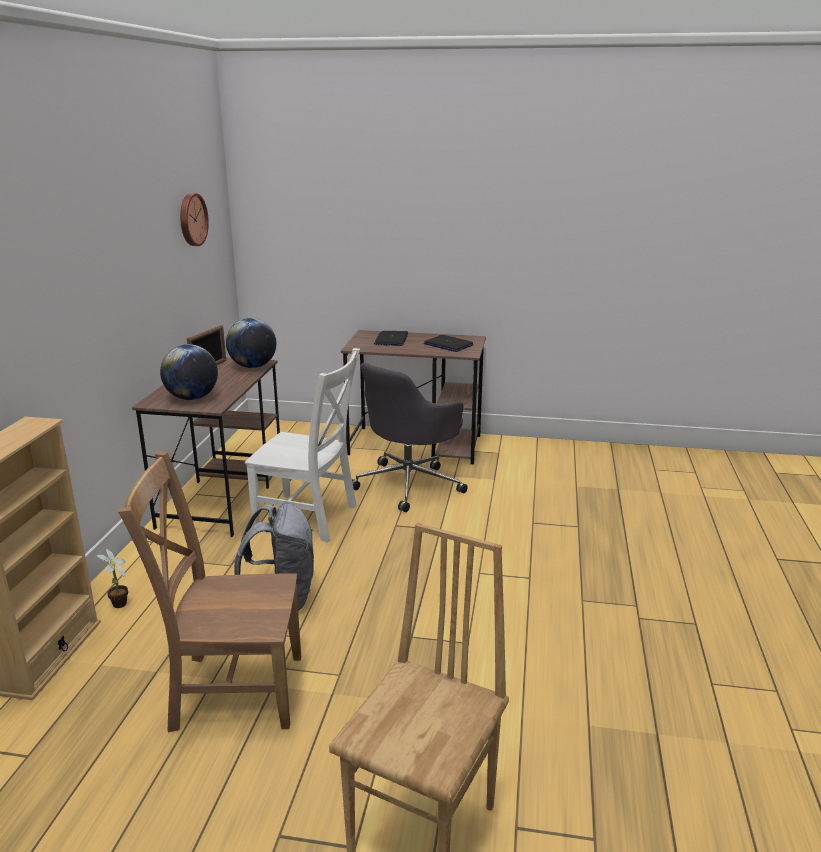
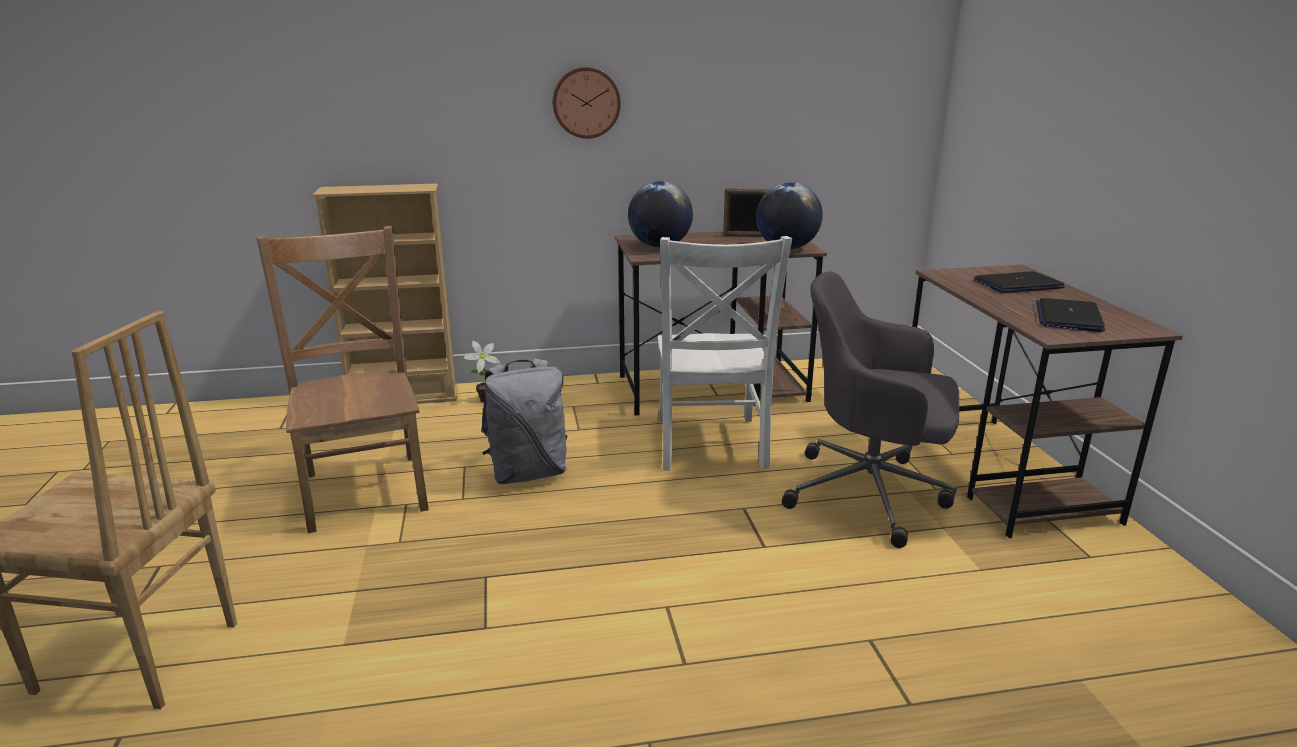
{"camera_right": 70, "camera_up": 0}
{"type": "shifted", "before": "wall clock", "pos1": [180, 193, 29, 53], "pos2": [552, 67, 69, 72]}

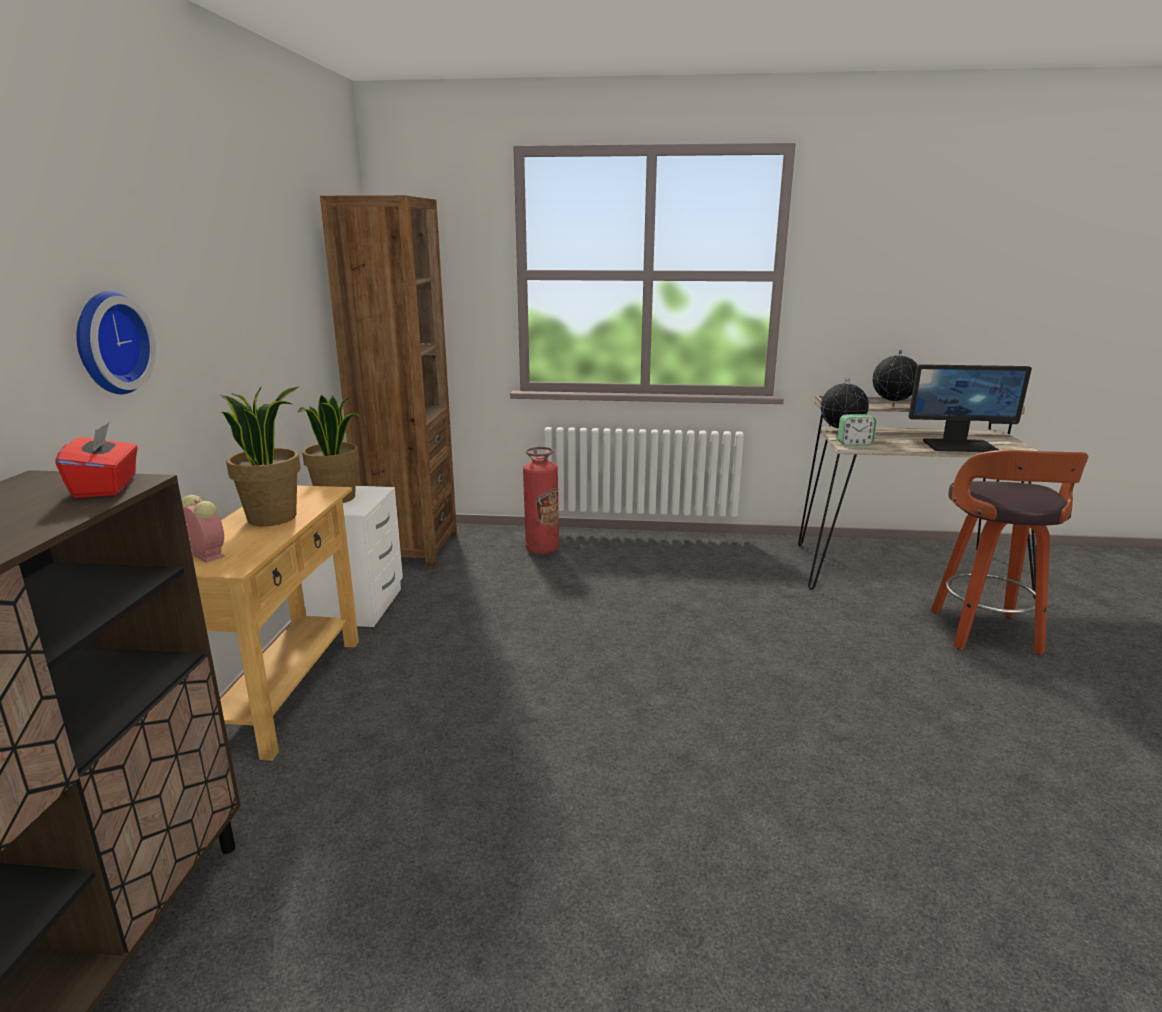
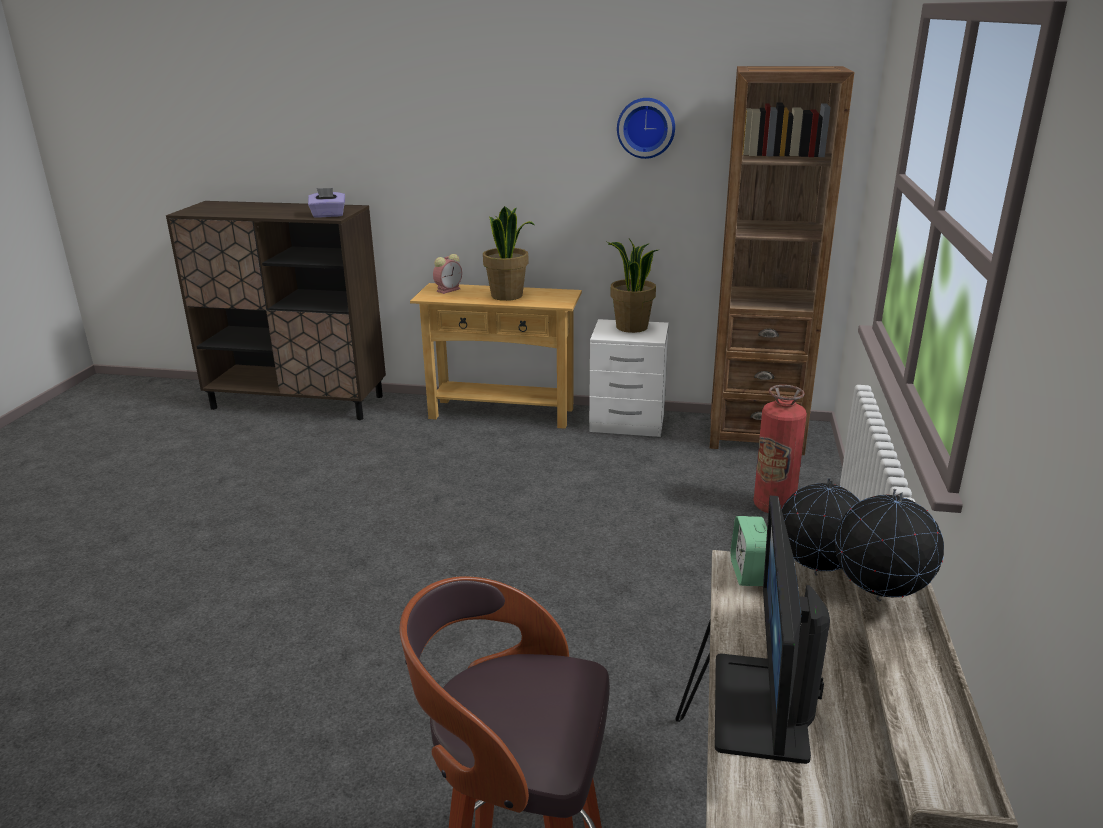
{"camera_right": 95, "camera_up": 5}
{"type": "shifted", "before": "wall clock", "pos1": [76, 291, 80, 103], "pos2": [617, 98, 58, 61]}
{"type": "repainted", "before": "box of tissues in red", "after": "box of tissues in purple", "pos1": [55, 422, 83, 76], "pos2": [308, 188, 37, 30]}

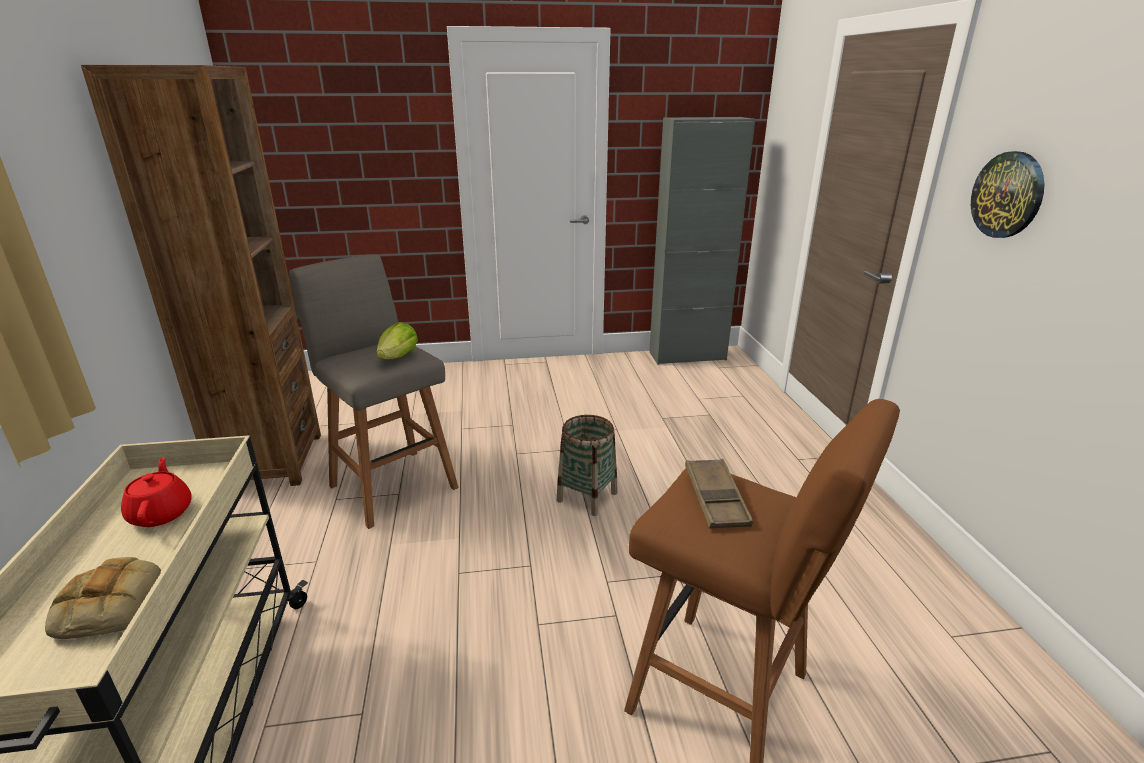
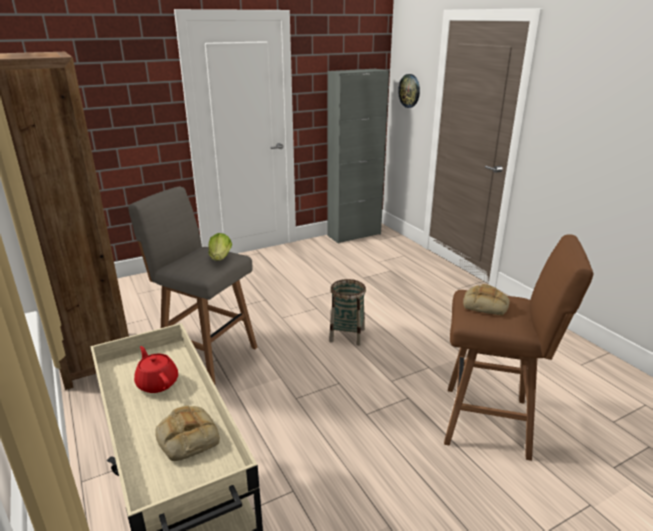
{"camera_right": -20, "camera_up": 0}
{"type": "shifted", "before": "wall clock", "pos1": [971, 151, 73, 87], "pos2": [398, 74, 22, 34]}
{"type": "swapped", "before": "tray in brownish", "after": "baked bread", "pos1": [685, 459, 68, 69], "pos2": [463, 284, 47, 31]}

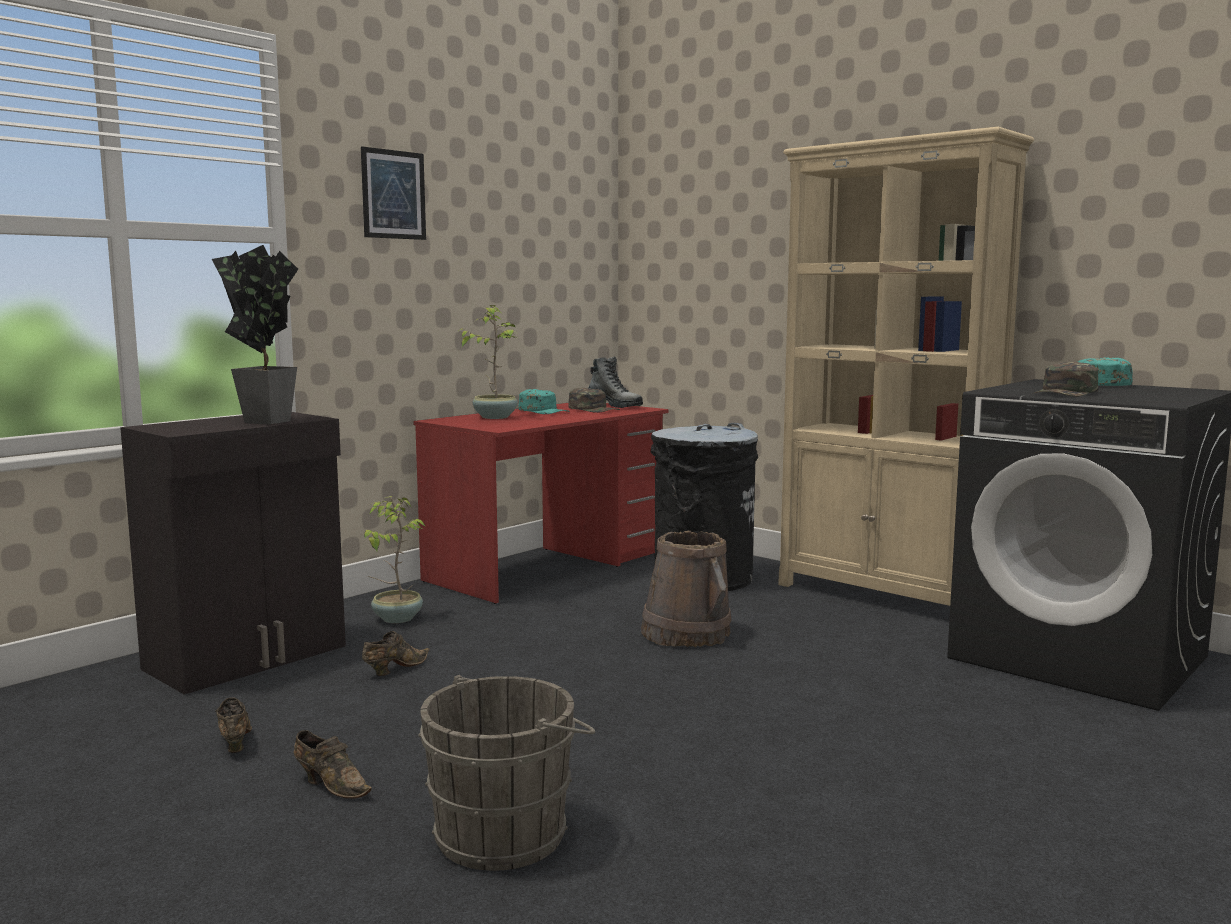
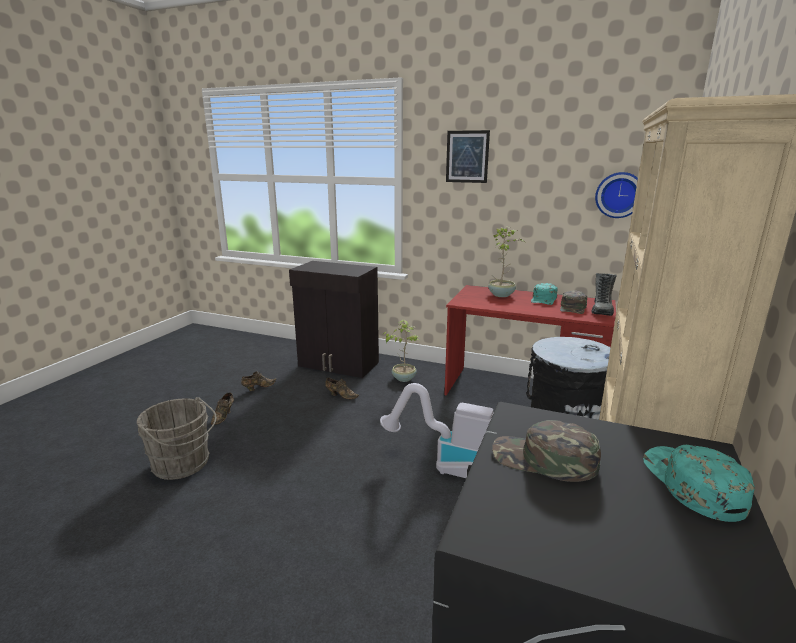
{"camera_right": 70, "camera_up": 10}
{"type": "gone", "before": "potted plant", "pos1": [212, 245, 86, 180]}
{"type": "swapped", "before": "pail in brownish", "after": "vacuum", "pos1": [641, 530, 90, 117], "pos2": [380, 383, 113, 95]}
{"type": "new", "after": "wall clock", "pos2": [595, 172, 43, 46]}

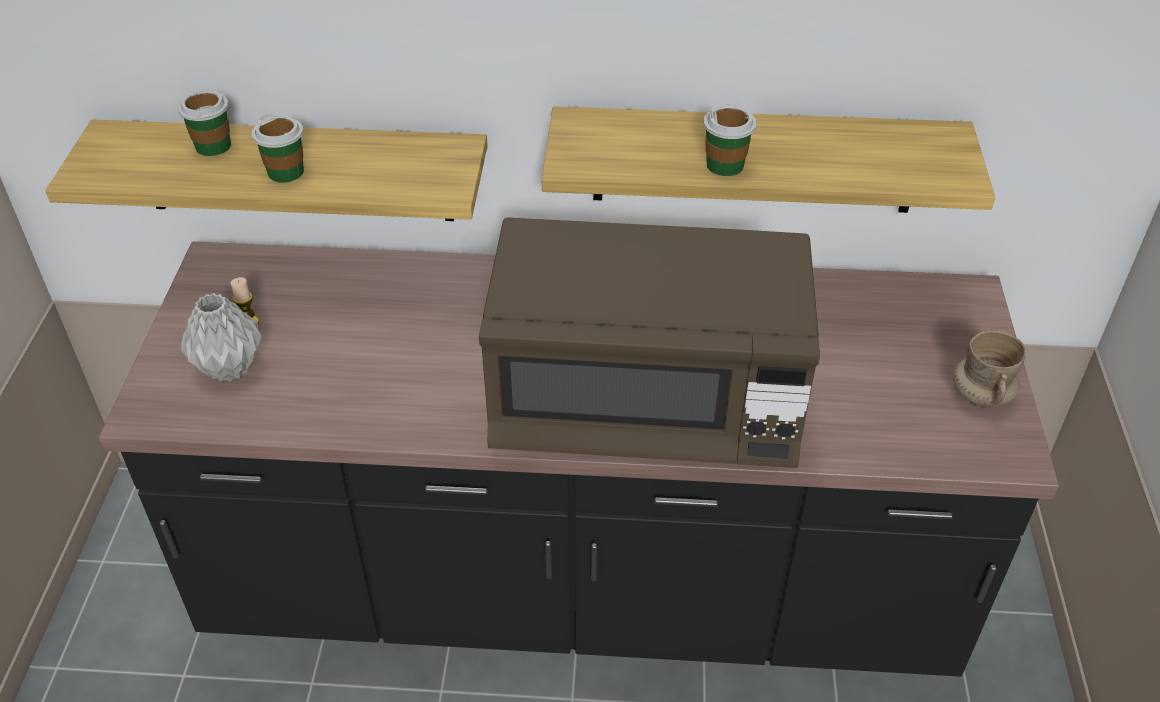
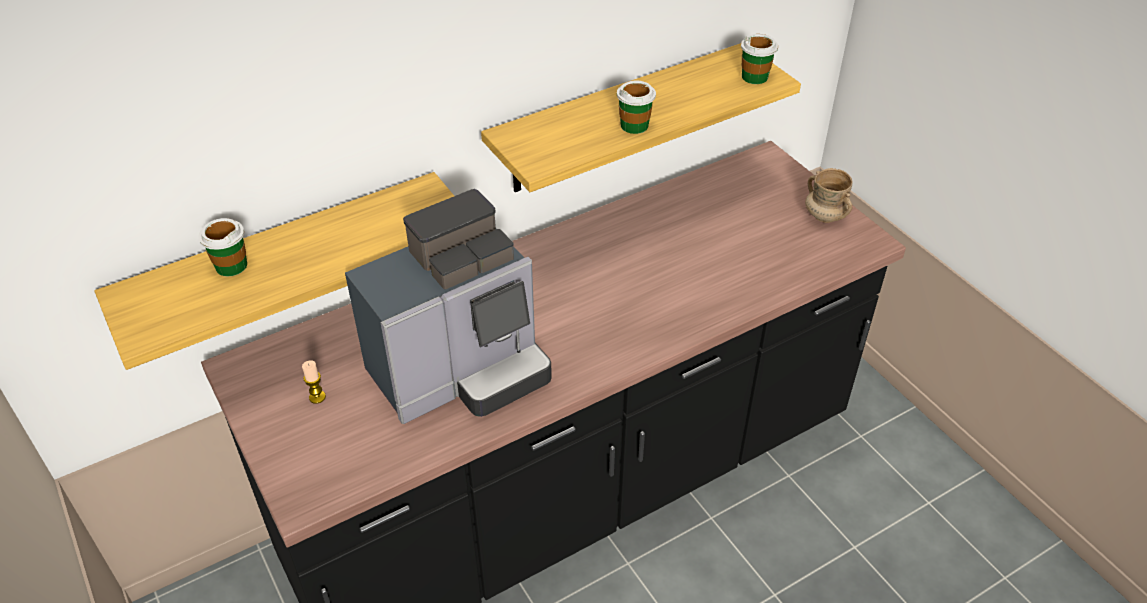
{"camera_right": -35, "camera_up": 0}
{"type": "shifted", "before": "drinking cup", "pos1": [252, 114, 52, 69], "pos2": [741, 34, 37, 50]}
{"type": "gone", "before": "kitchen microwave in brownish", "pos1": [479, 217, 341, 251]}
{"type": "gone", "before": "flower vase in grey", "pos1": [181, 293, 81, 89]}
{"type": "new", "after": "coffee machine", "pos2": [345, 189, 207, 235]}

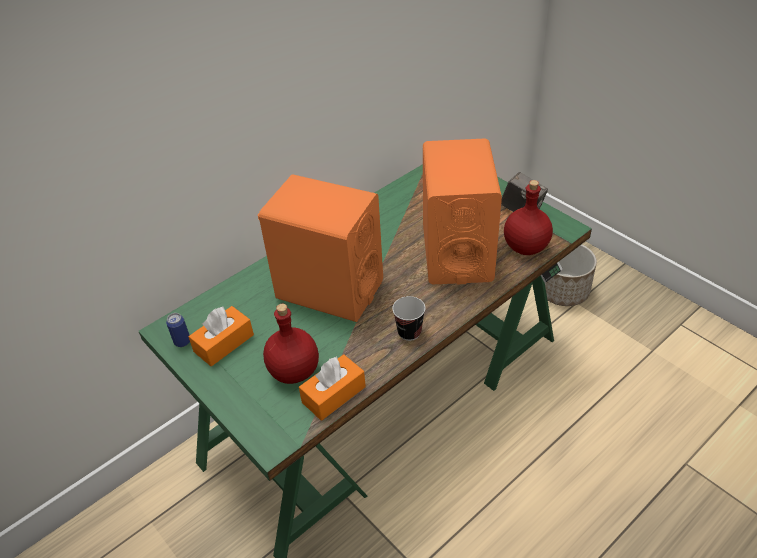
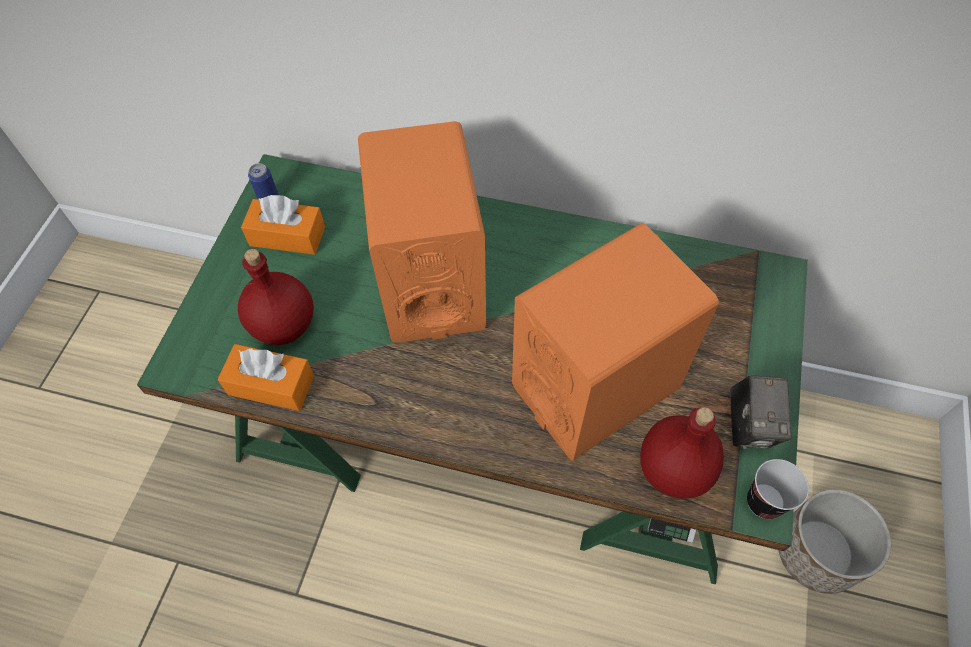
{"camera_right": 55, "camera_up": 15}
{"type": "shifted", "before": "drinking cup", "pos1": [392, 296, 33, 45], "pos2": [747, 459, 62, 60]}

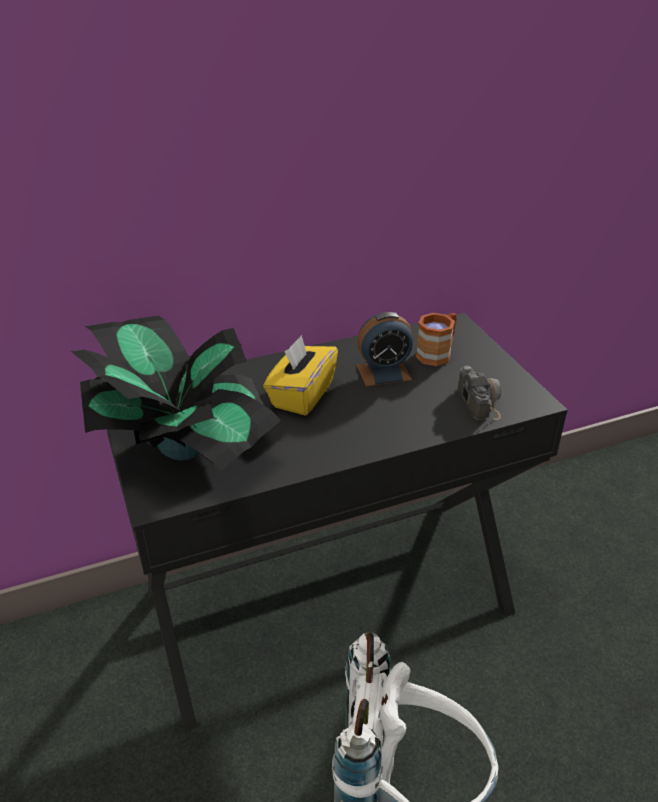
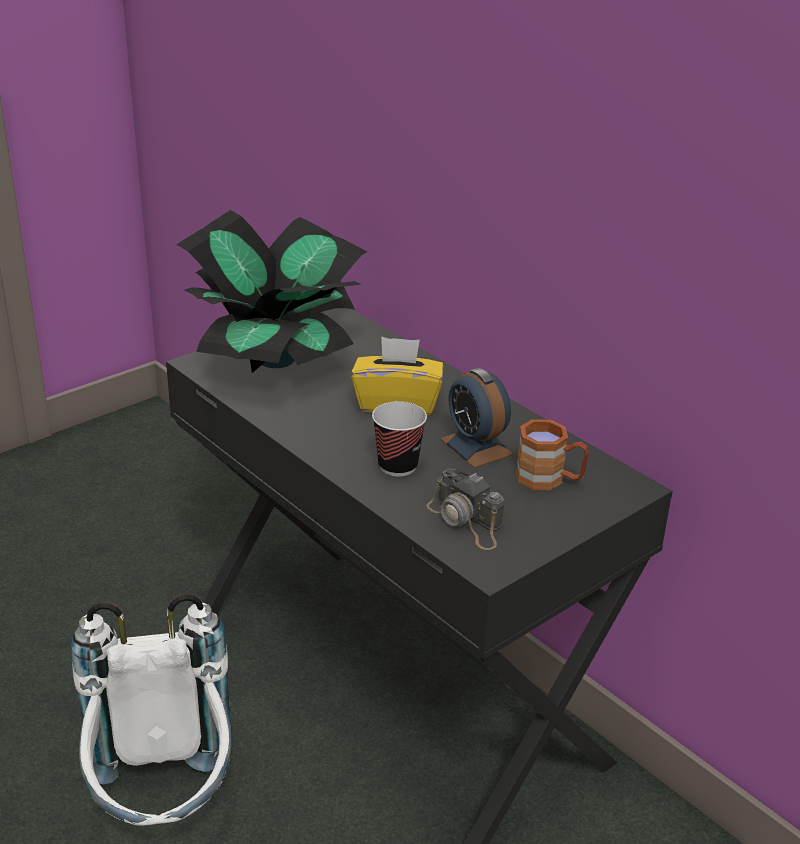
{"camera_right": 70, "camera_up": -5}
{"type": "rotated", "before": "photo camera", "pos1": [457, 366, 44, 55], "pos2": [427, 469, 77, 81], "turn": 75}
{"type": "new", "after": "drinking cup", "pos2": [372, 401, 55, 75]}

